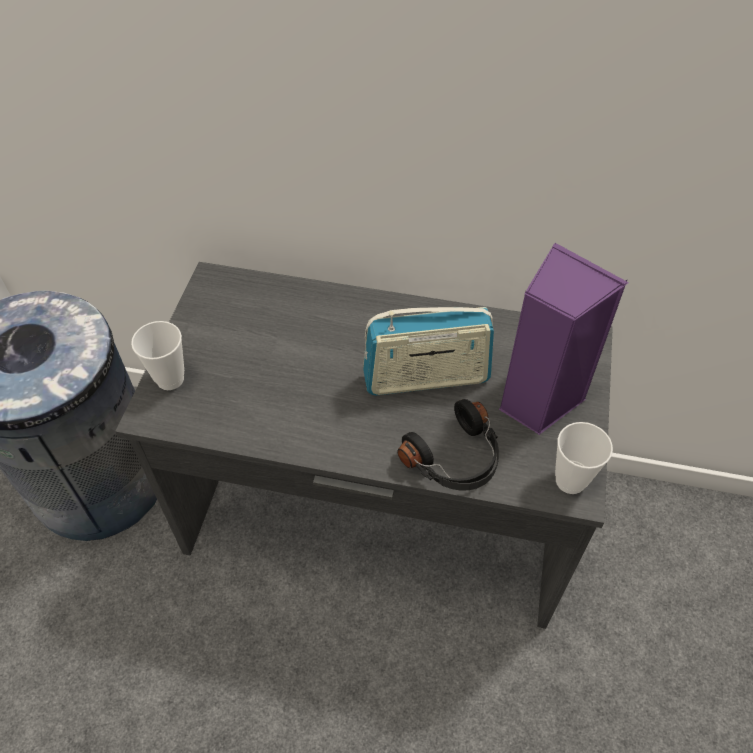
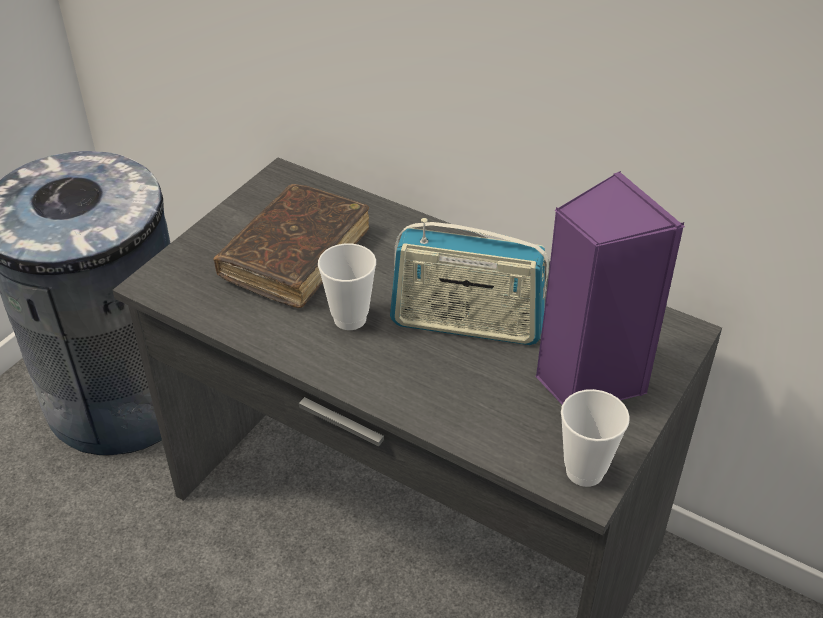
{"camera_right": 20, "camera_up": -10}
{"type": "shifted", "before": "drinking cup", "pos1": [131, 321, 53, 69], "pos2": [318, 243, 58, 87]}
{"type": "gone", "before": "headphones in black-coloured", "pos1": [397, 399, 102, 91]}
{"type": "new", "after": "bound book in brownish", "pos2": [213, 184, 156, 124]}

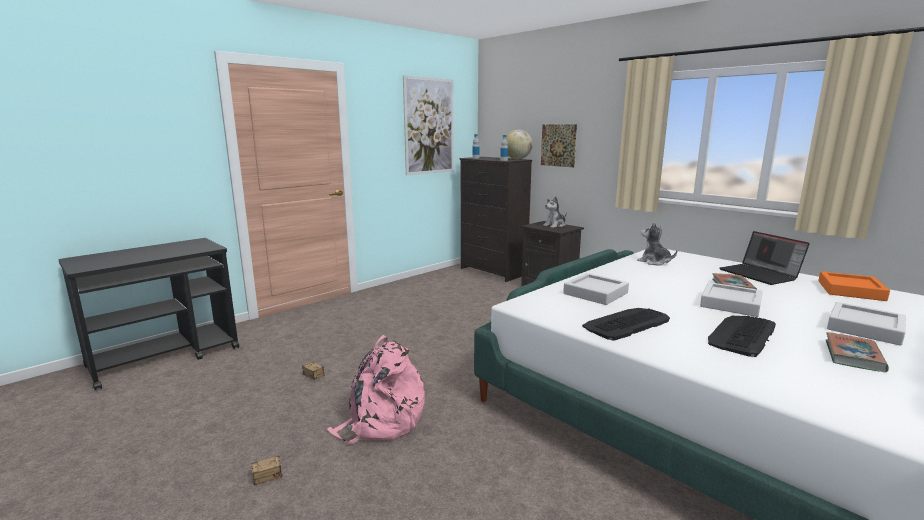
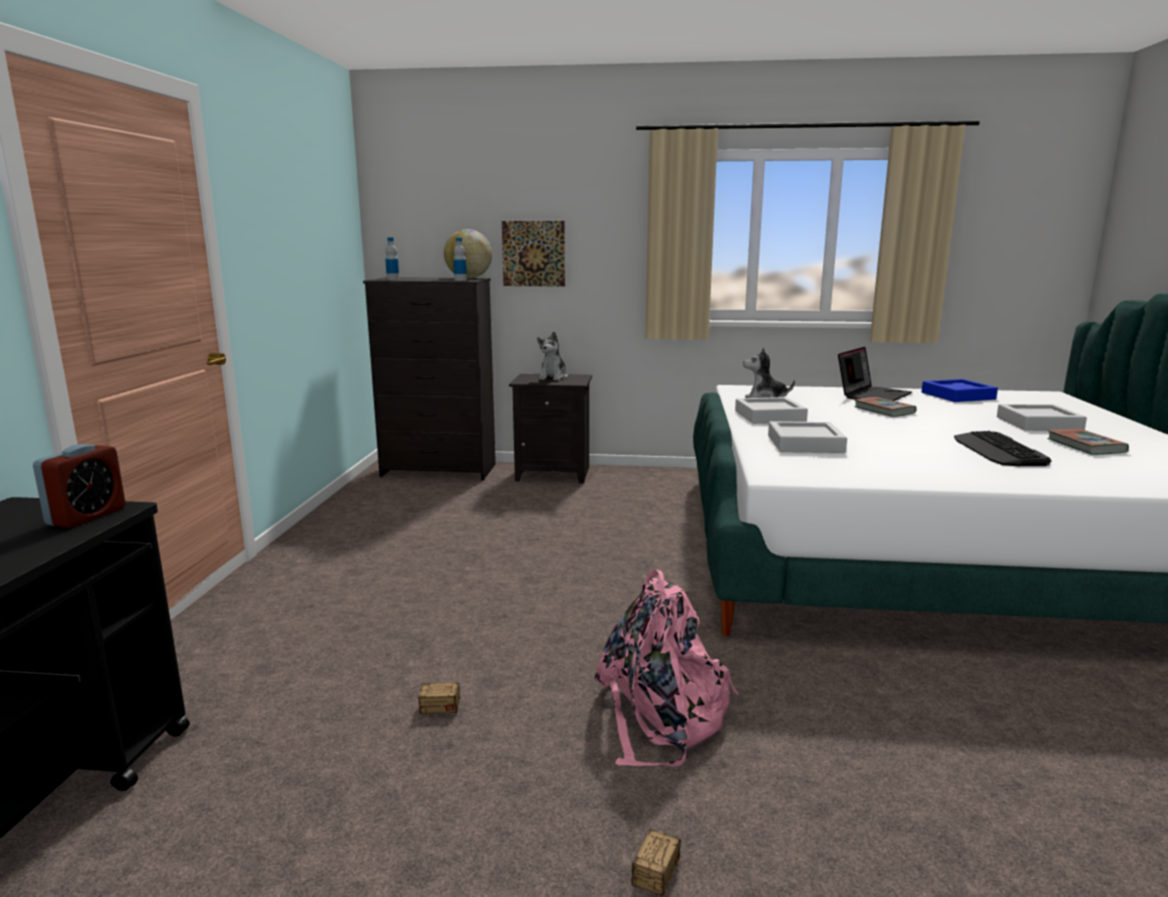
{"camera_right": -40, "camera_up": 0}
{"type": "gone", "before": "picture", "pos1": [403, 75, 51, 100]}
{"type": "rotated", "before": "notebook computer", "pos1": [719, 231, 91, 54], "pos2": [838, 347, 74, 54], "turn": -75}
{"type": "repainted", "before": "tray in orange", "after": "tray in blue", "pos1": [818, 271, 72, 30], "pos2": [921, 379, 77, 23]}
{"type": "shifted", "before": "tray in grey", "pos1": [700, 282, 63, 35], "pos2": [735, 397, 73, 27]}
{"type": "gone", "before": "PC keyboard", "pos1": [582, 308, 88, 33]}
{"type": "new", "after": "table clock", "pos2": [33, 444, 92, 84]}

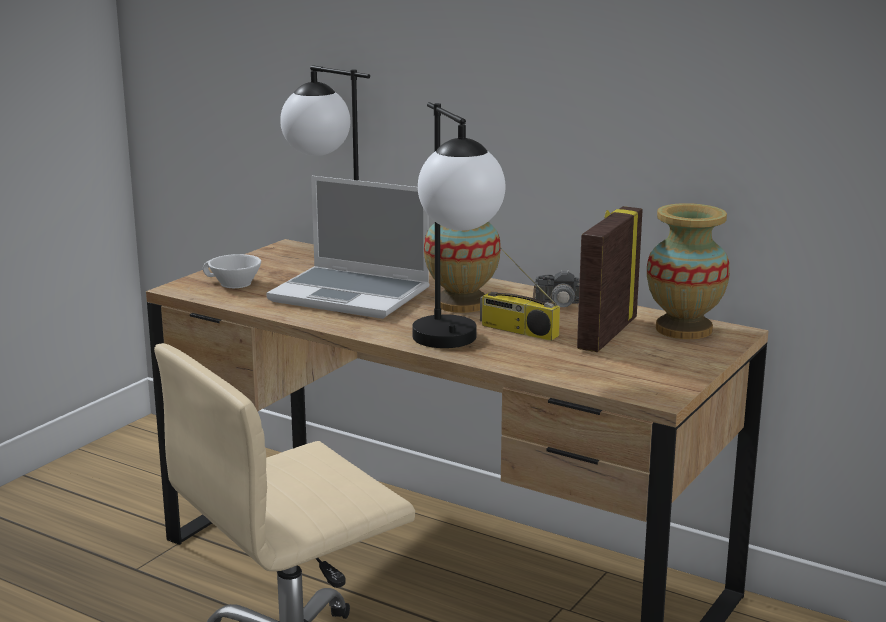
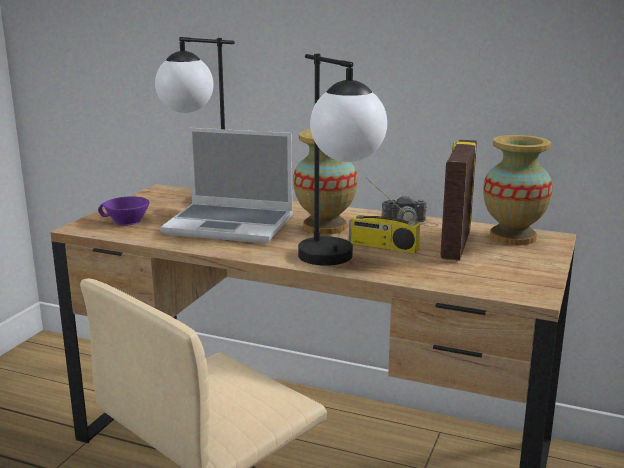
{"camera_right": -10, "camera_up": 0}
{"type": "repainted", "before": "drinking cup in whitish", "after": "drinking cup in purple", "pos1": [203, 254, 58, 34], "pos2": [98, 196, 51, 29]}

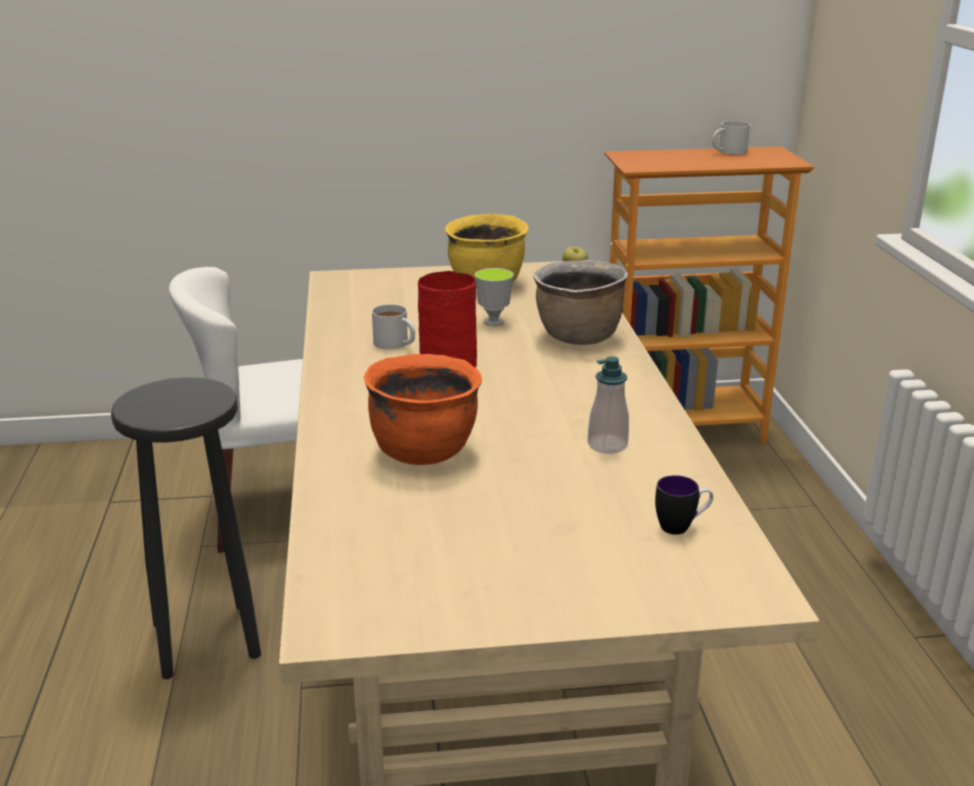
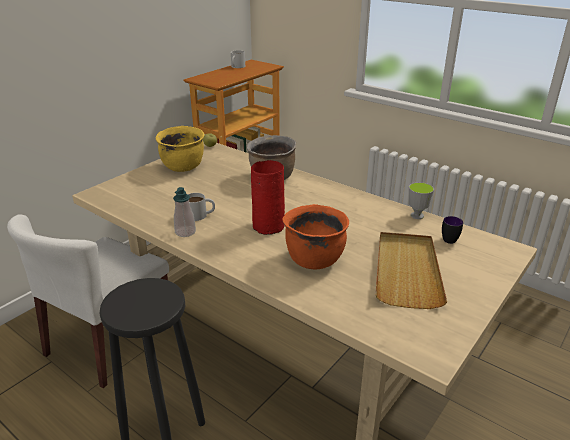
{"camera_right": -45, "camera_up": 5}
{"type": "shifted", "before": "drinking cup", "pos1": [475, 268, 39, 58], "pos2": [409, 182, 25, 37]}
{"type": "shifted", "before": "soap dispenser", "pos1": [588, 356, 41, 98], "pos2": [173, 187, 23, 50]}
{"type": "new", "after": "tray in beige-coloured", "pos2": [375, 232, 72, 77]}

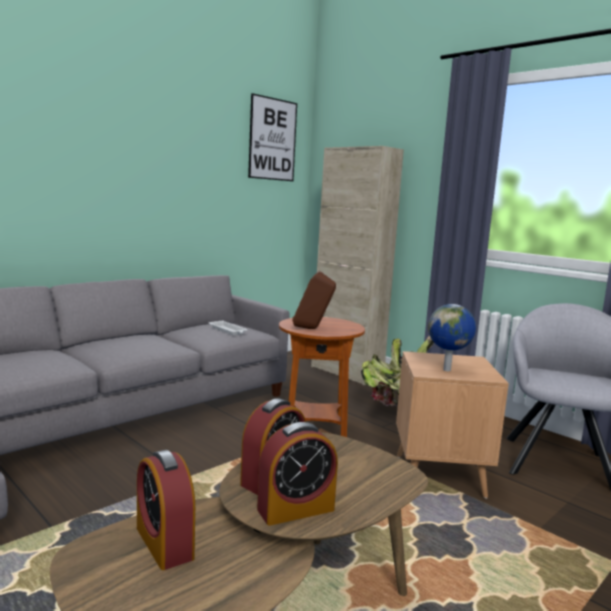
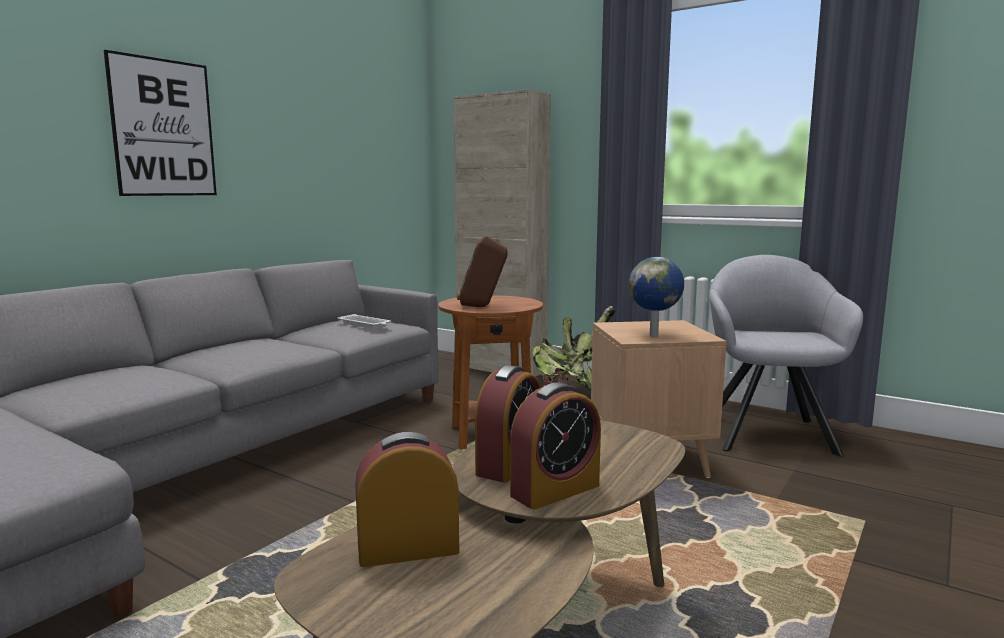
{"camera_right": -10, "camera_up": 0}
{"type": "shifted", "before": "picture", "pos1": [248, 93, 49, 88], "pos2": [104, 50, 113, 146]}
{"type": "rotated", "before": "table clock", "pos1": [137, 450, 58, 120], "pos2": [355, 432, 104, 135], "turn": 120}

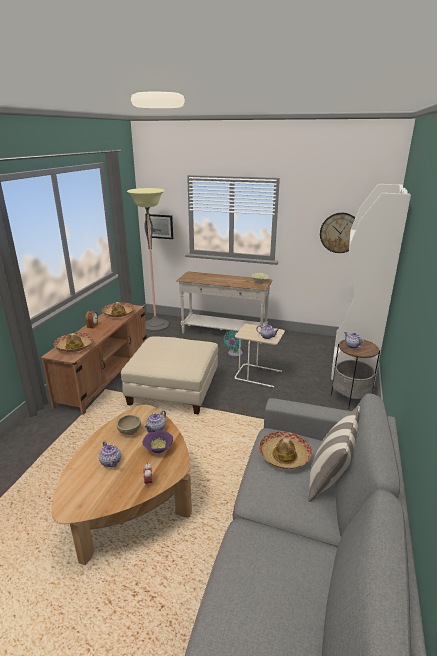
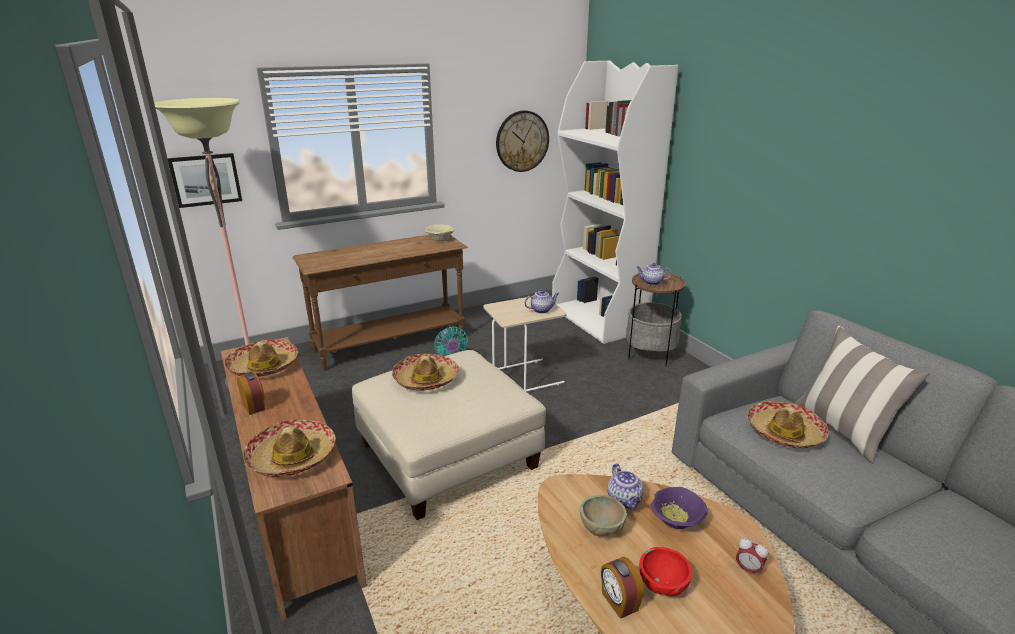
{"camera_right": -45, "camera_up": 0}
{"type": "repainted", "before": "hall table in whitish", "after": "hall table in brownish", "pos1": [176, 271, 96, 73], "pos2": [293, 235, 175, 136]}
{"type": "swapped", "before": "tea pot", "after": "bowl in red", "pos1": [99, 441, 22, 26], "pos2": [639, 547, 53, 49]}
{"type": "new", "after": "wearable hat", "pos2": [392, 354, 67, 37]}
{"type": "new", "after": "table clock", "pos2": [601, 557, 43, 62]}

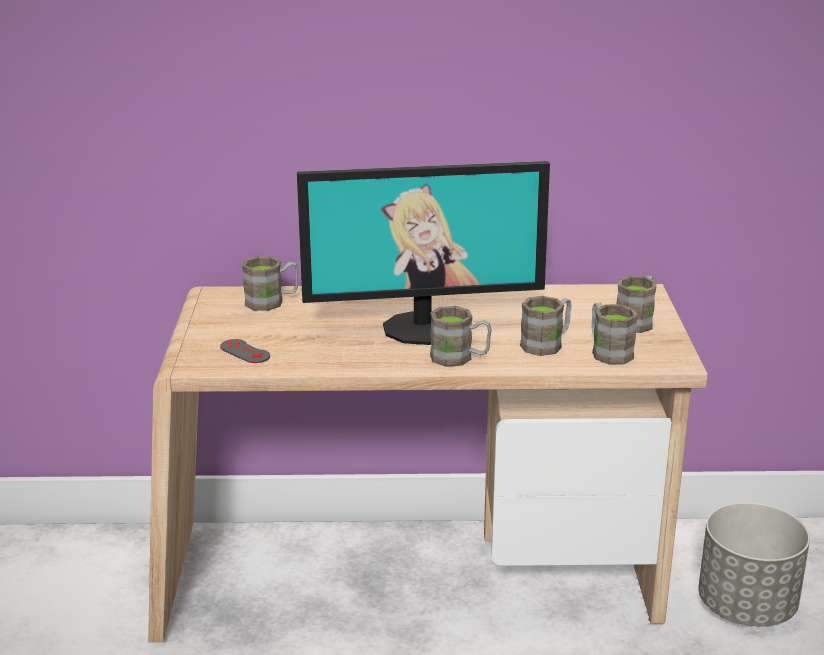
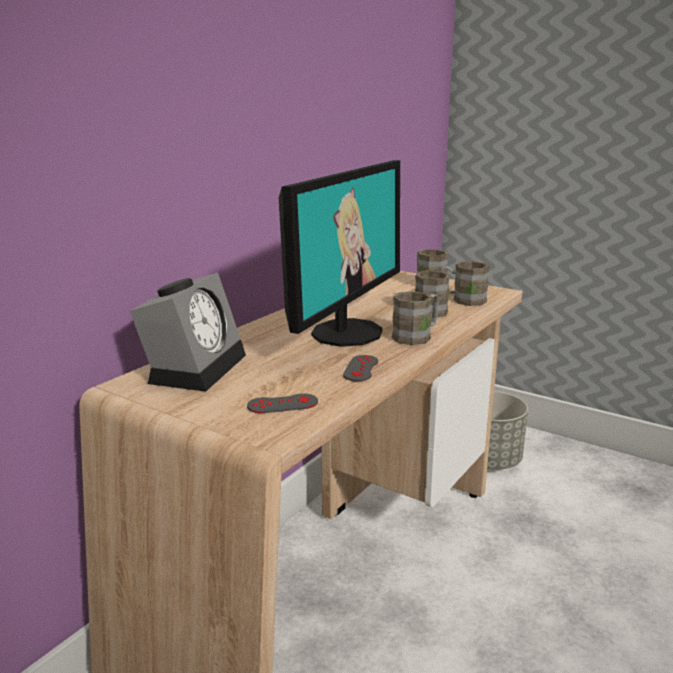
{"camera_right": -55, "camera_up": -5}
{"type": "swapped", "before": "coffee mug in brownish", "after": "table clock", "pos1": [242, 256, 57, 55], "pos2": [130, 273, 116, 119]}
{"type": "new", "after": "game controller in grey", "pos2": [343, 355, 35, 27]}

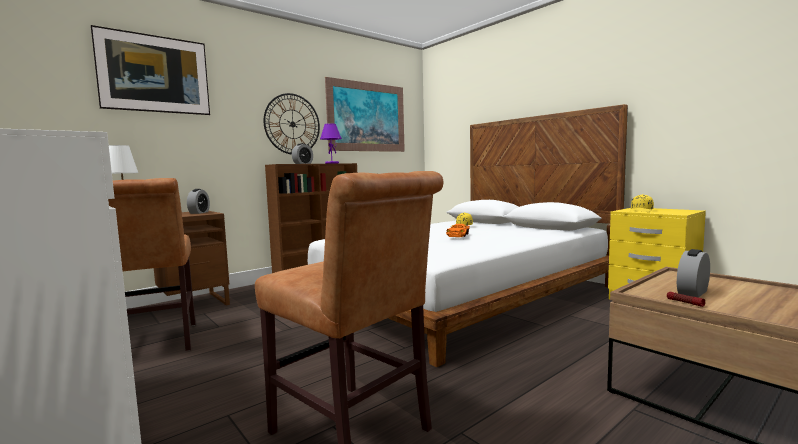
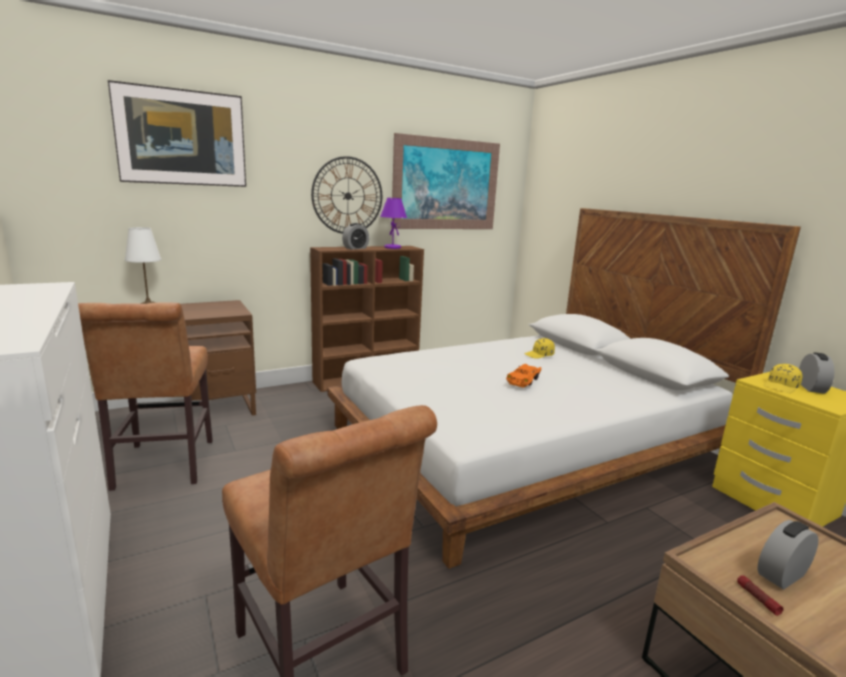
{"camera_right": 10, "camera_up": 10}
{"type": "shifted", "before": "table clock", "pos1": [187, 189, 23, 25], "pos2": [799, 352, 36, 42]}

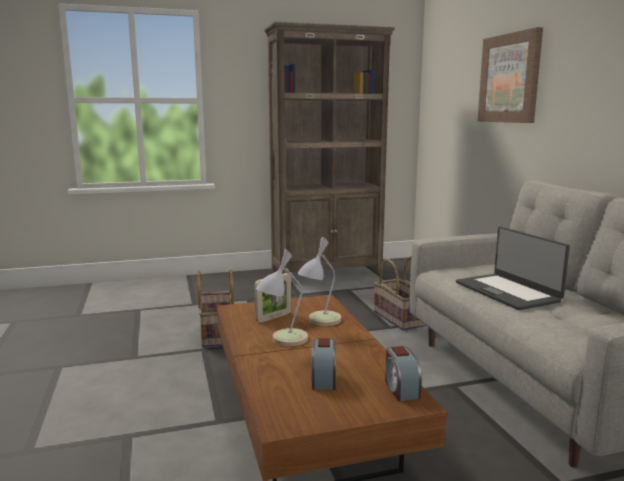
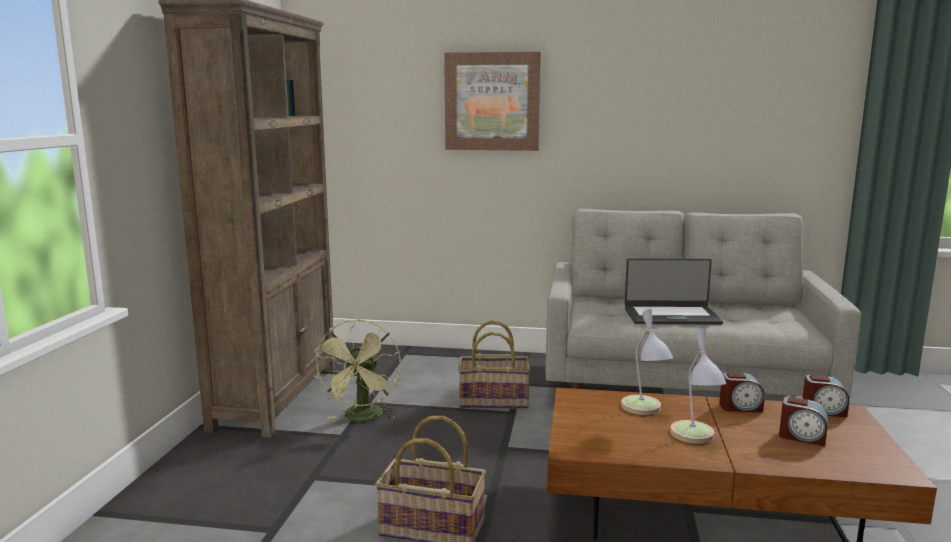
{"camera_right": -65, "camera_up": 0}
{"type": "gone", "before": "photo frame", "pos1": [254, 273, 37, 50]}
{"type": "new", "after": "electric fan in green-coloured", "pos2": [313, 319, 88, 103]}
{"type": "new", "after": "table clock", "pos2": [719, 372, 46, 40]}

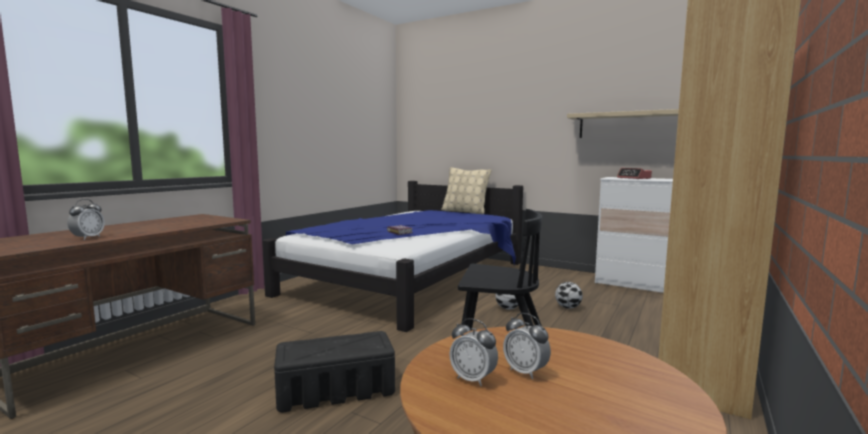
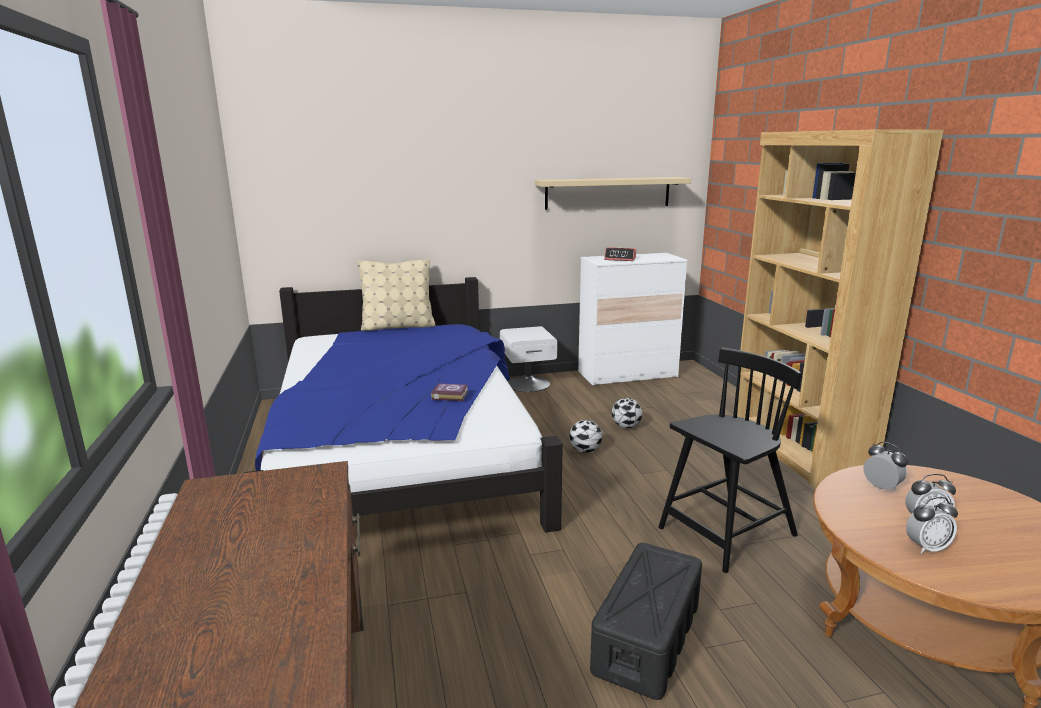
{"camera_right": -45, "camera_up": 10}
{"type": "shifted", "before": "table clock", "pos1": [67, 199, 38, 41], "pos2": [864, 442, 44, 48]}
{"type": "new", "after": "night table in whitish", "pos2": [500, 326, 58, 66]}

